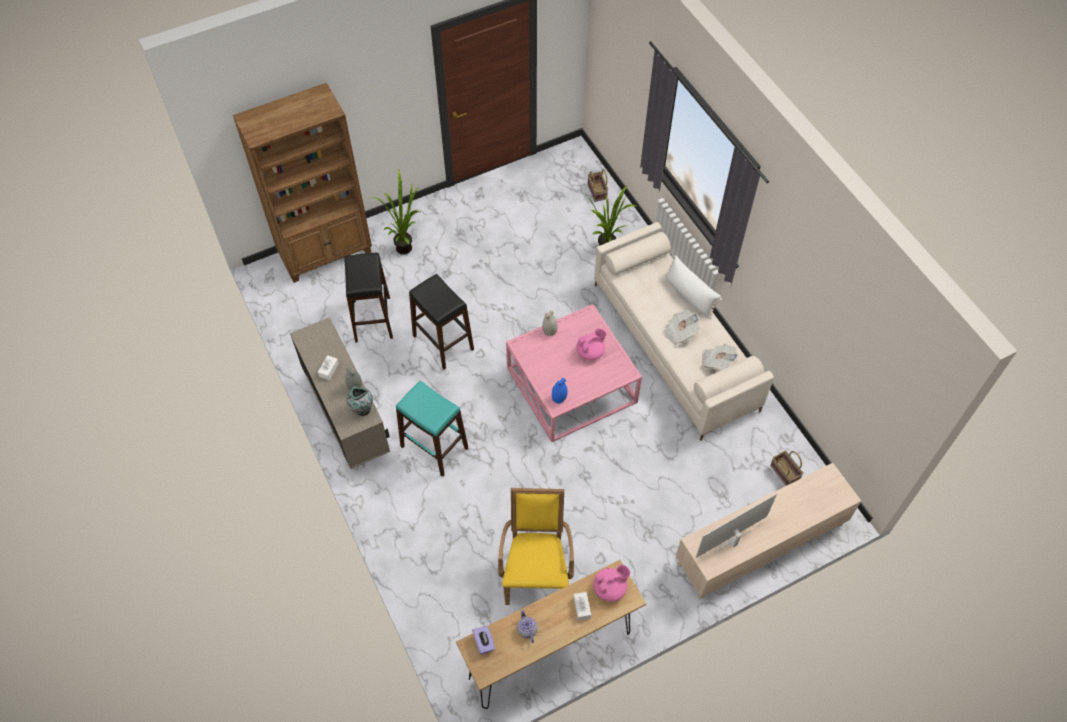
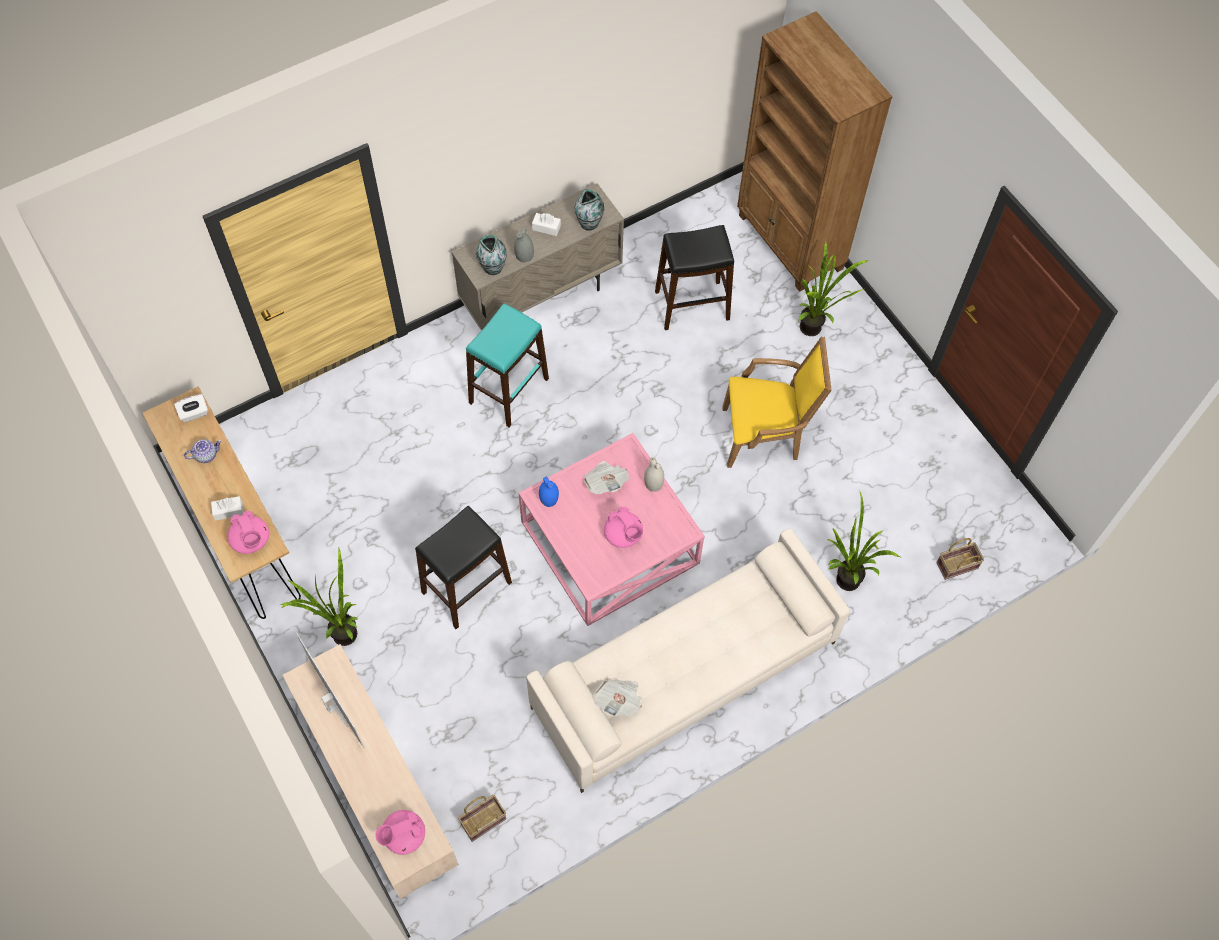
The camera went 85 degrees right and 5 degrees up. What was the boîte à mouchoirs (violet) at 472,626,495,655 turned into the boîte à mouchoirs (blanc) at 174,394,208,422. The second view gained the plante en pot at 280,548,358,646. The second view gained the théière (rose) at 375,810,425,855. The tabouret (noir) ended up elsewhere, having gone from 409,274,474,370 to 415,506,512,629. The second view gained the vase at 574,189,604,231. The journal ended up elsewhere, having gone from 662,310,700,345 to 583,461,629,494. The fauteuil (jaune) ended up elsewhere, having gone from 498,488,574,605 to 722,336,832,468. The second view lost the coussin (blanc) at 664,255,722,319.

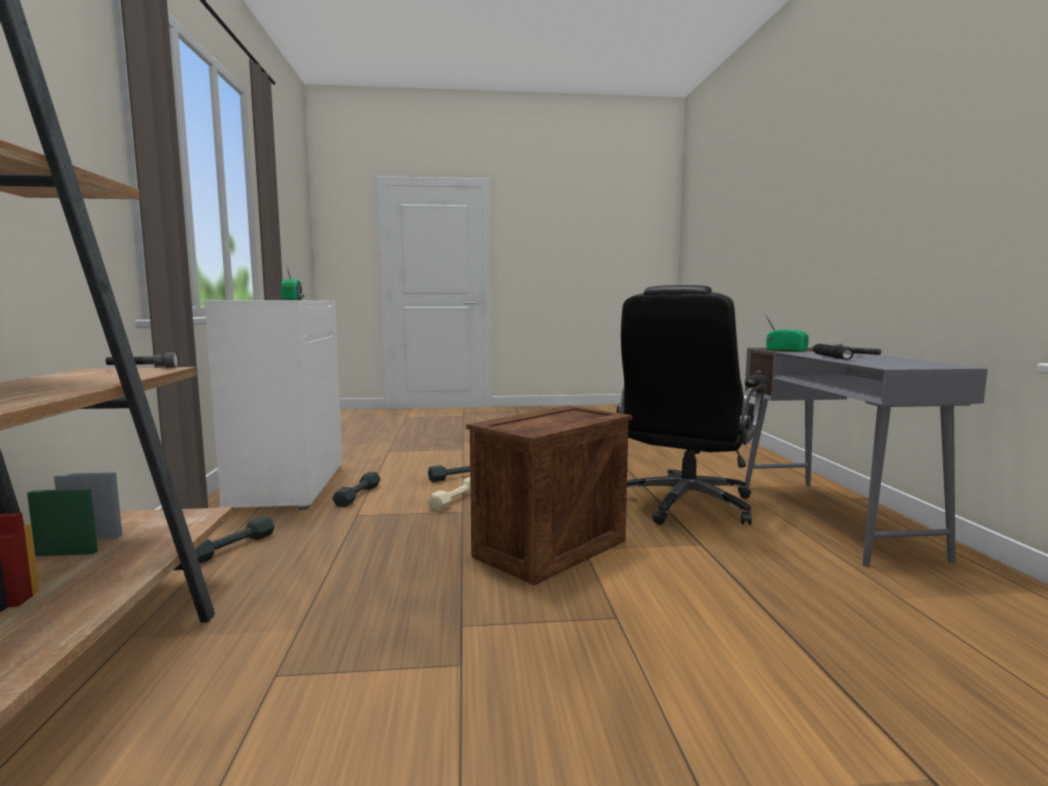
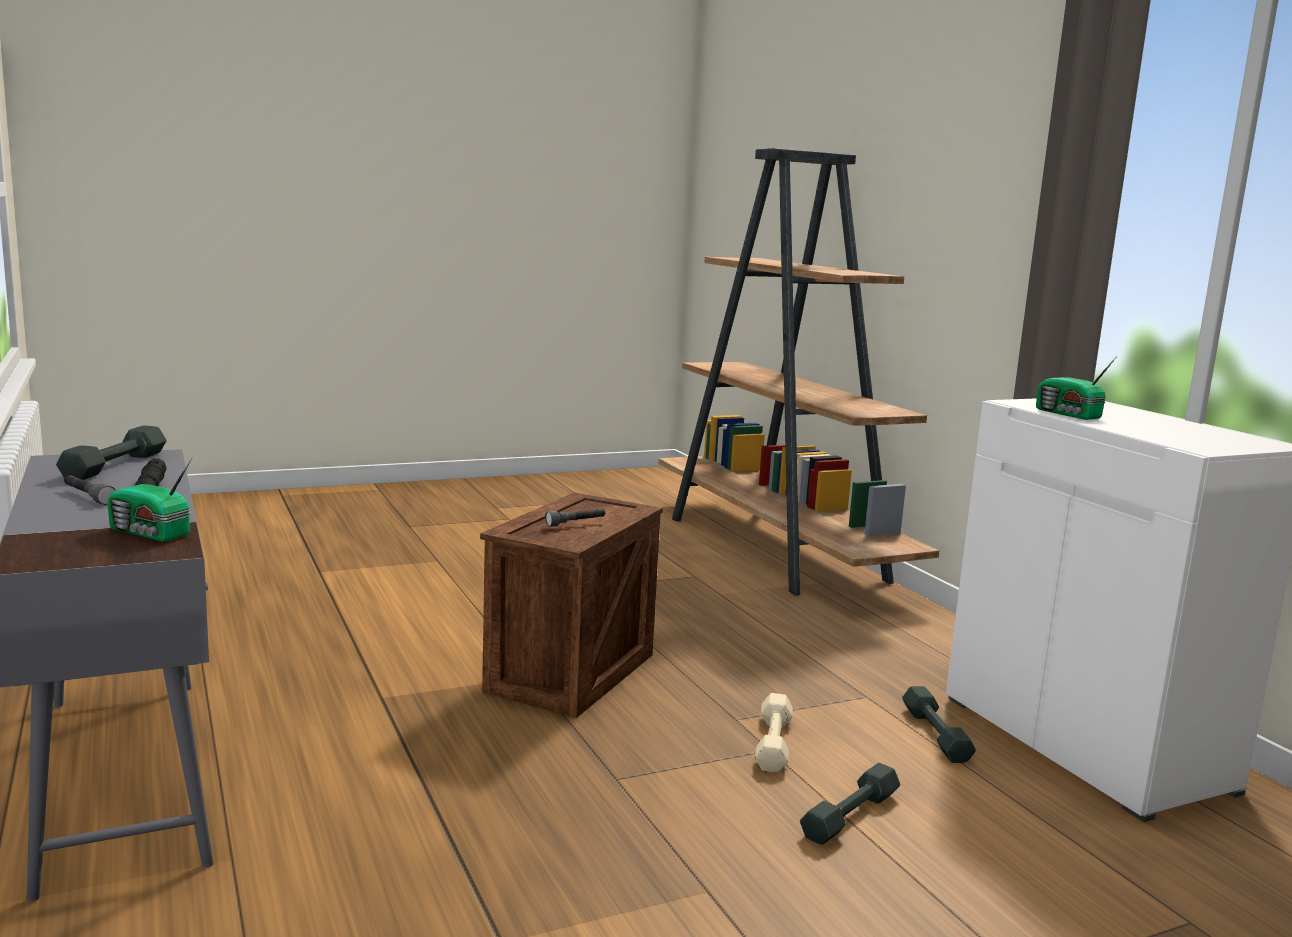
The camera went 160 degrees right and 5 degrees up. The haltère (gris) ended up elsewhere, having gone from 195,516,275,564 to 56,426,167,480. The lampe de poche (gris) ended up elsewhere, having gone from 106,352,179,368 to 545,509,605,526. The second view lost the chaise de bureau (noir) at 617,285,769,525.

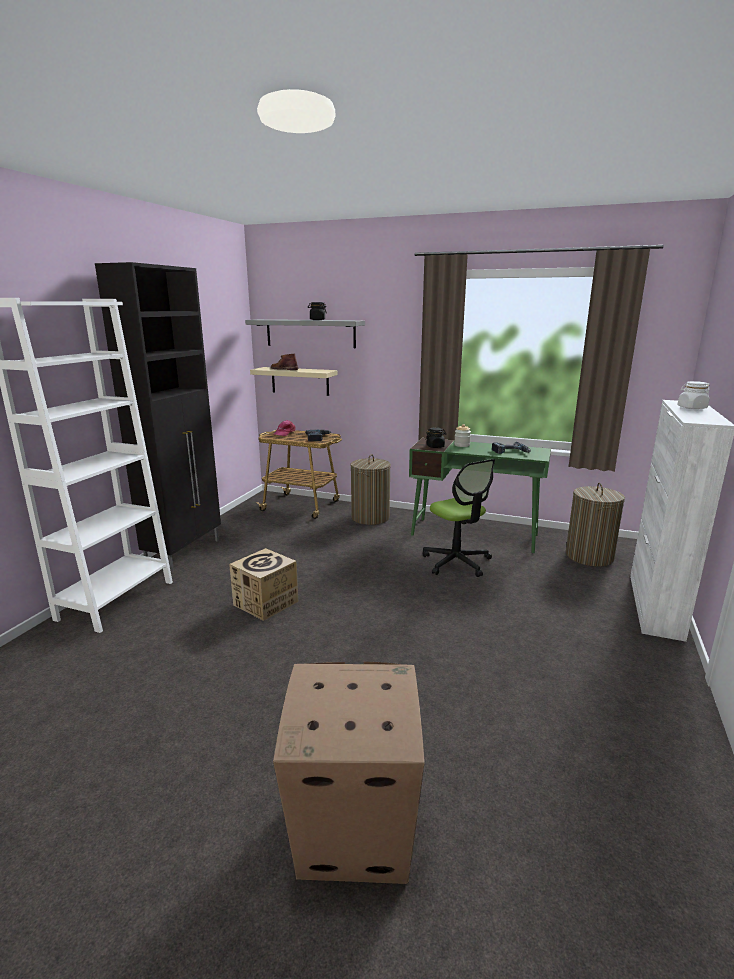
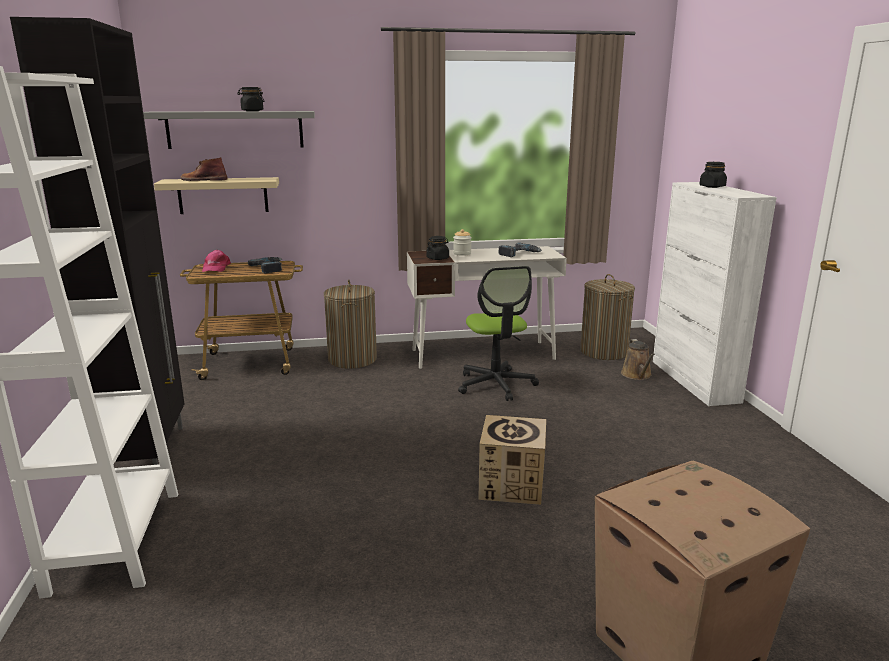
The camera went 30 degrees left and 0 degrees up. What was the bureau (vert) at 409,438,551,553 turned into the bureau (blanc) at 407,246,567,369. The chaise de bureau at 422,459,495,577 ended up facing another way, 45 degrees clockwise from before. The carton ended up elsewhere, having gone from 229,548,298,621 to 478,415,546,505. The second view gained the arrosoir (marron) at 621,339,655,380. What was the bocal (blanc) at 677,381,710,409 turned into the bocal (noir) at 699,162,727,188.

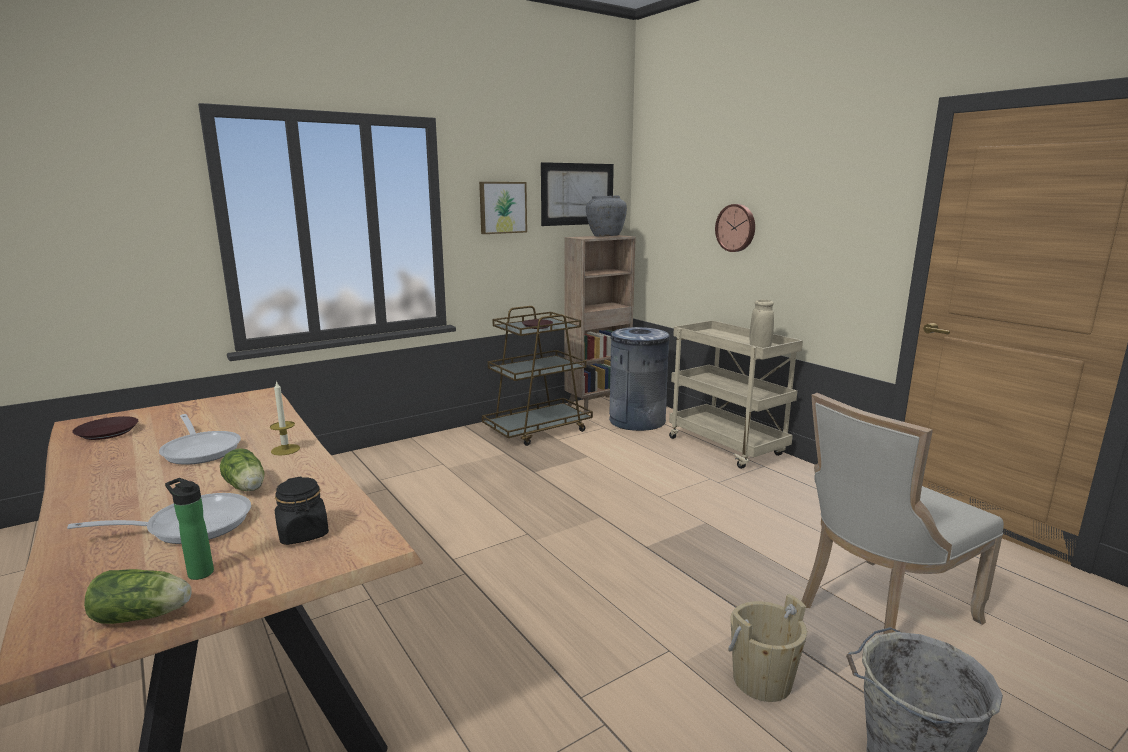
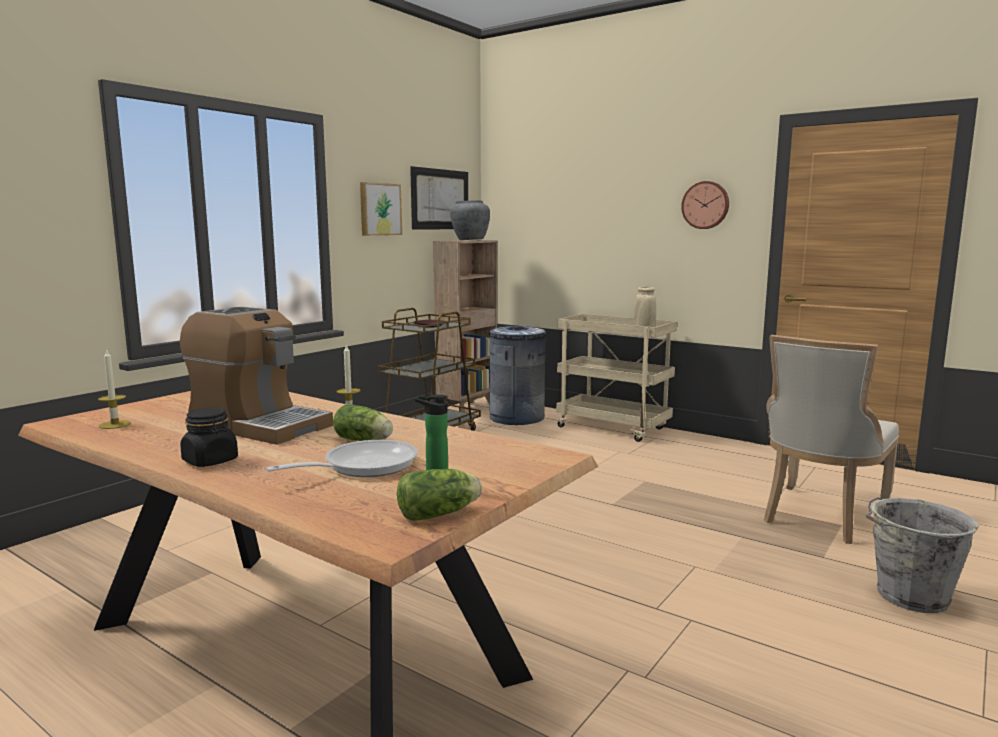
The camera went 20 degrees left and 5 degrees down. Where the assiette (marron) stood at 72,416,138,440, the bougie came to stand at 98,348,131,429. Where the poêle stood at 159,414,241,465, the machine à café came to stand at 180,307,333,445. The bocal (noir) ended up elsewhere, having gone from 275,476,329,545 to 180,408,238,467. The horloge murale ended up elsewhere, having gone from 715,204,755,252 to 681,181,729,229. The second view lost the seau (beige) at 728,594,807,702.

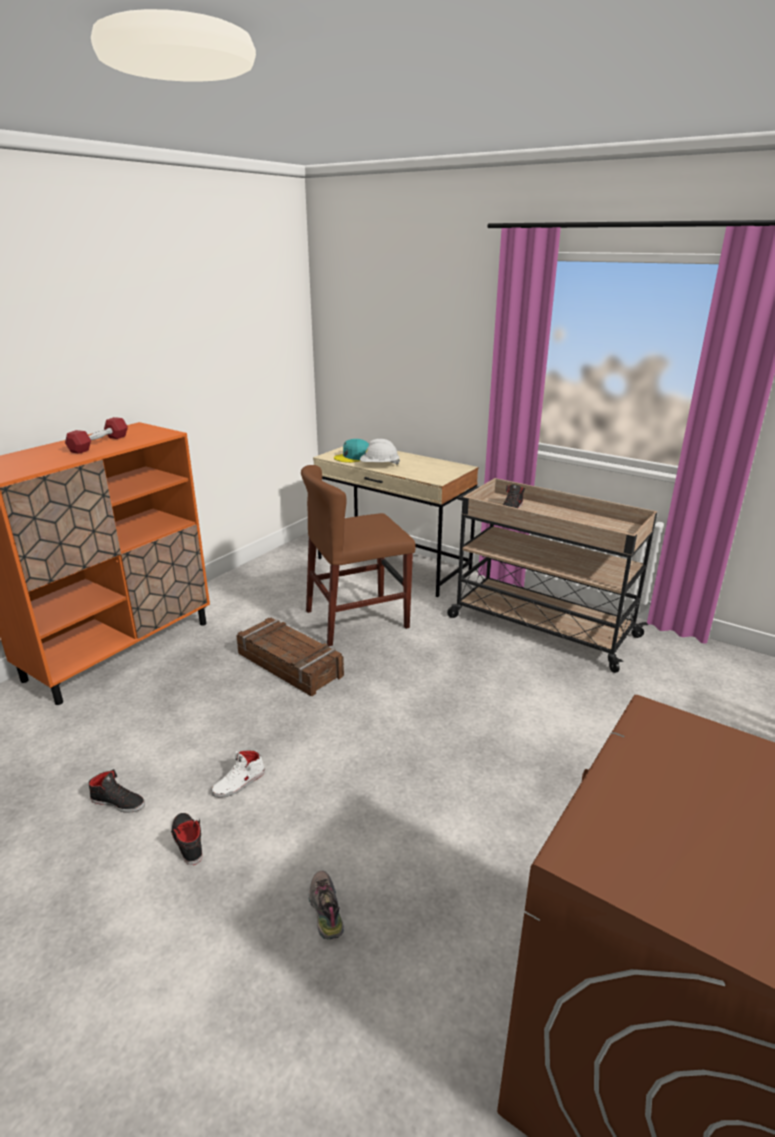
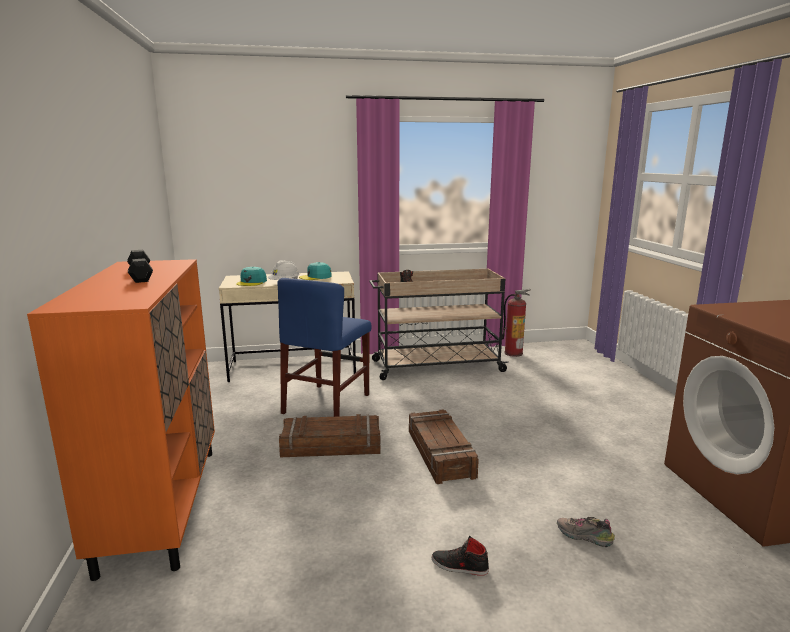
The camera went 45 degrees left and 10 degrees down. What was the haltère (rouge) at 65,417,128,454 turned into the haltère (noir) at 127,250,153,283. What was the chaise (marron) at 301,465,416,646 turned into the chaise (bleu) at 278,278,372,417. The second view gained the casquette (turquoise) at 299,262,332,280. The second view gained the caisse at 409,409,479,484. The second view gained the extincteur at 502,289,531,357. The second view lost the chaussure (noir) at 89,769,145,813. The second view lost the chaussure (blanc) at 211,751,265,797.

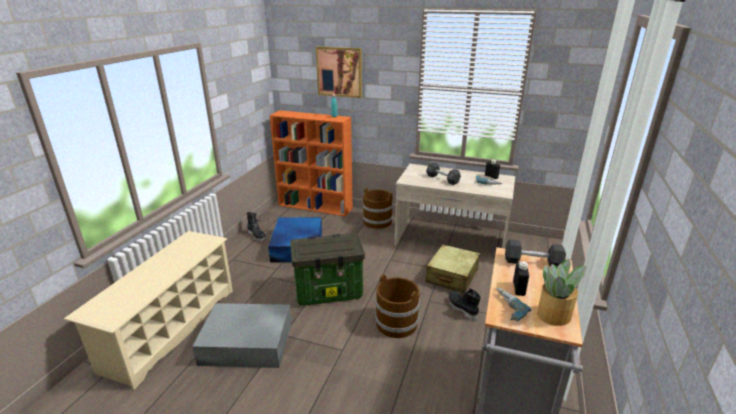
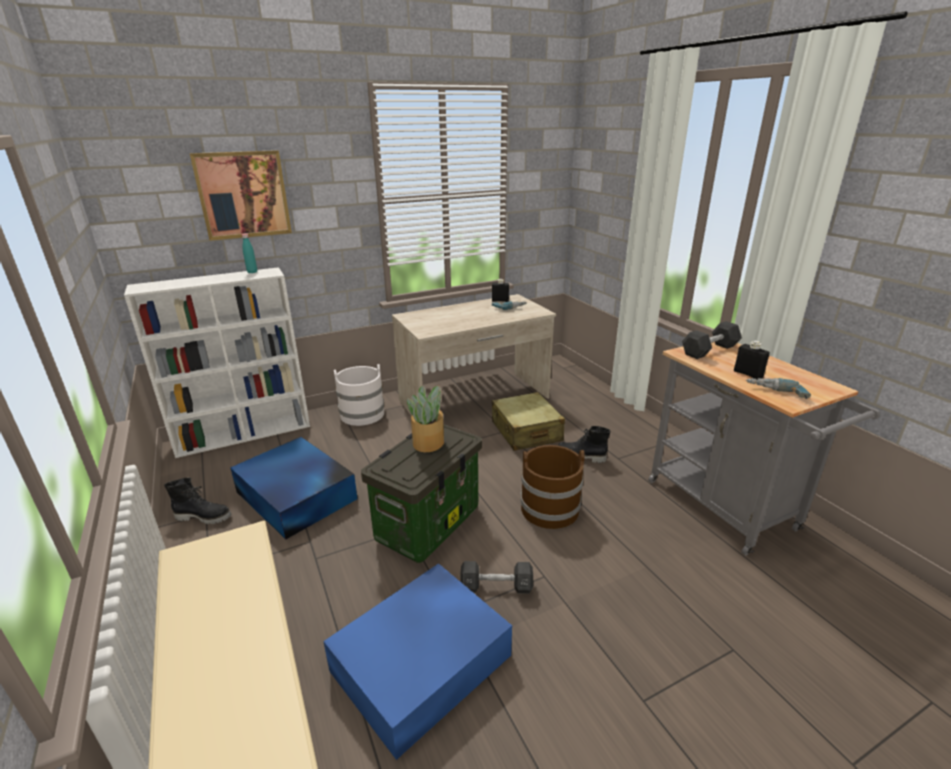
The camera went 45 degrees left and 0 degrees up. What was the bibliothèque (orange) at 270,110,353,217 turned into the bibliothèque (blanc) at 124,267,310,458. What was the boîte de rangement (gris) at 192,303,292,368 turned into the boîte de rangement (bleu) at 323,563,512,760. What was the seau (marron) at 363,187,393,229 turned into the seau (blanc) at 334,364,384,426. The plante en pot ended up elsewhere, having gone from 537,259,586,326 to 407,385,444,452. The haltère (noir) ended up elsewhere, having gone from 426,162,461,185 to 460,561,533,594.

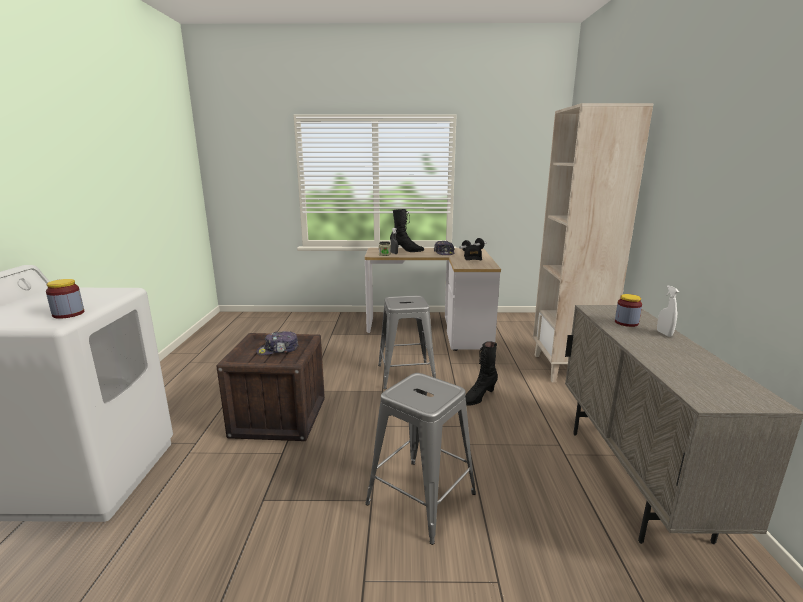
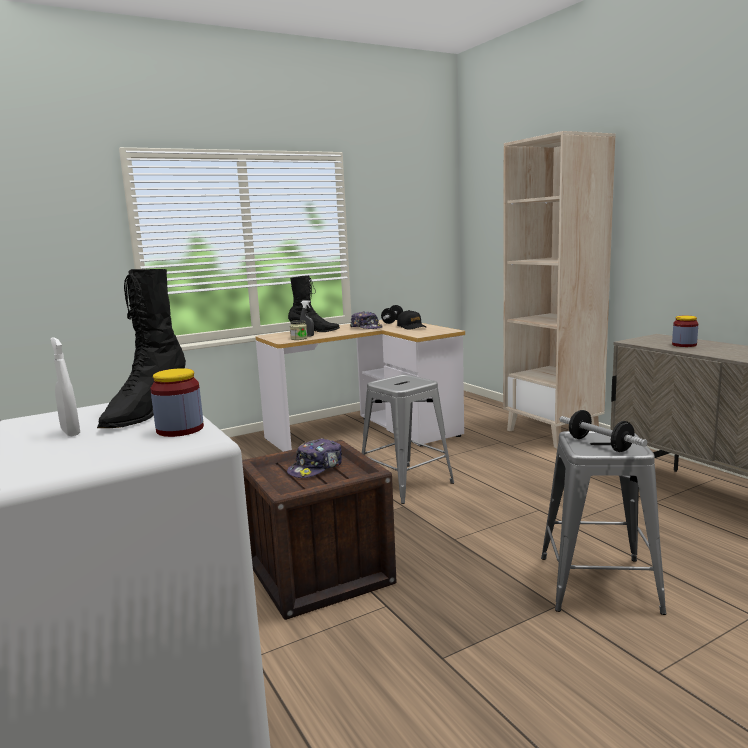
The camera went 30 degrees left and 5 degrees down. The vaporisateur (blanc) ended up elsewhere, having gone from 657,285,679,337 to 50,337,80,436. The botte (noir) ended up elsewhere, having gone from 465,341,498,406 to 97,269,186,428. The second view gained the haltère at 560,410,648,452.

